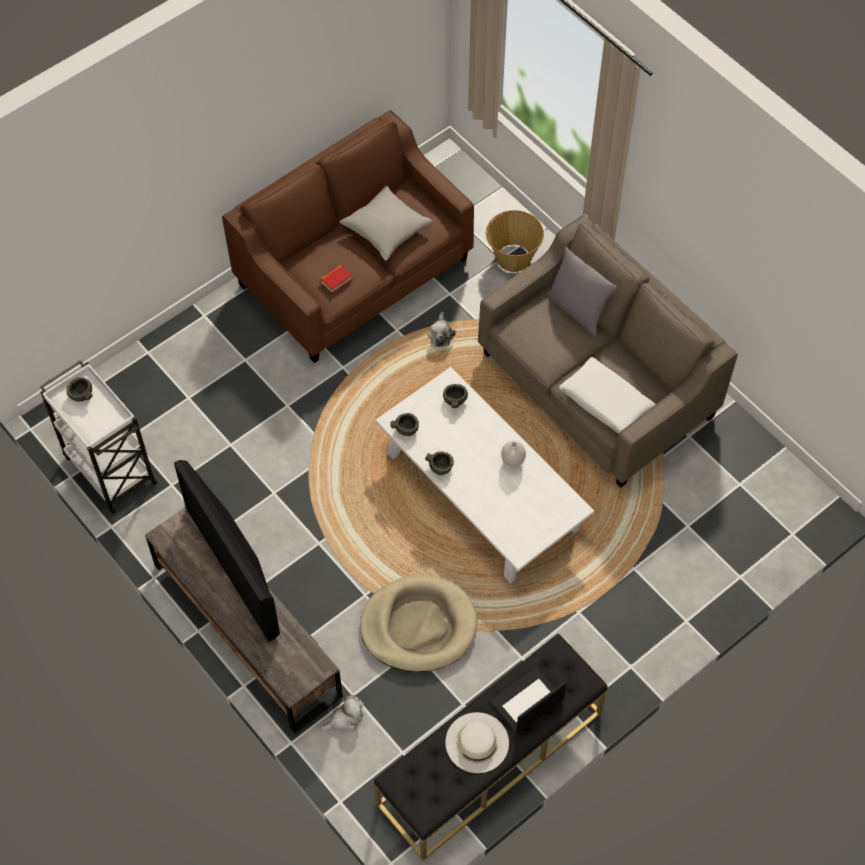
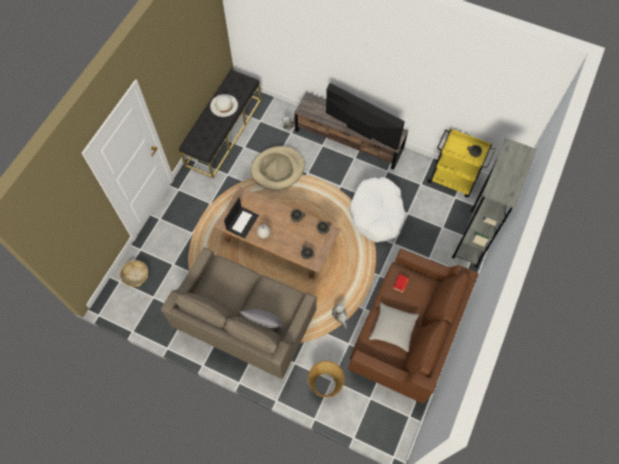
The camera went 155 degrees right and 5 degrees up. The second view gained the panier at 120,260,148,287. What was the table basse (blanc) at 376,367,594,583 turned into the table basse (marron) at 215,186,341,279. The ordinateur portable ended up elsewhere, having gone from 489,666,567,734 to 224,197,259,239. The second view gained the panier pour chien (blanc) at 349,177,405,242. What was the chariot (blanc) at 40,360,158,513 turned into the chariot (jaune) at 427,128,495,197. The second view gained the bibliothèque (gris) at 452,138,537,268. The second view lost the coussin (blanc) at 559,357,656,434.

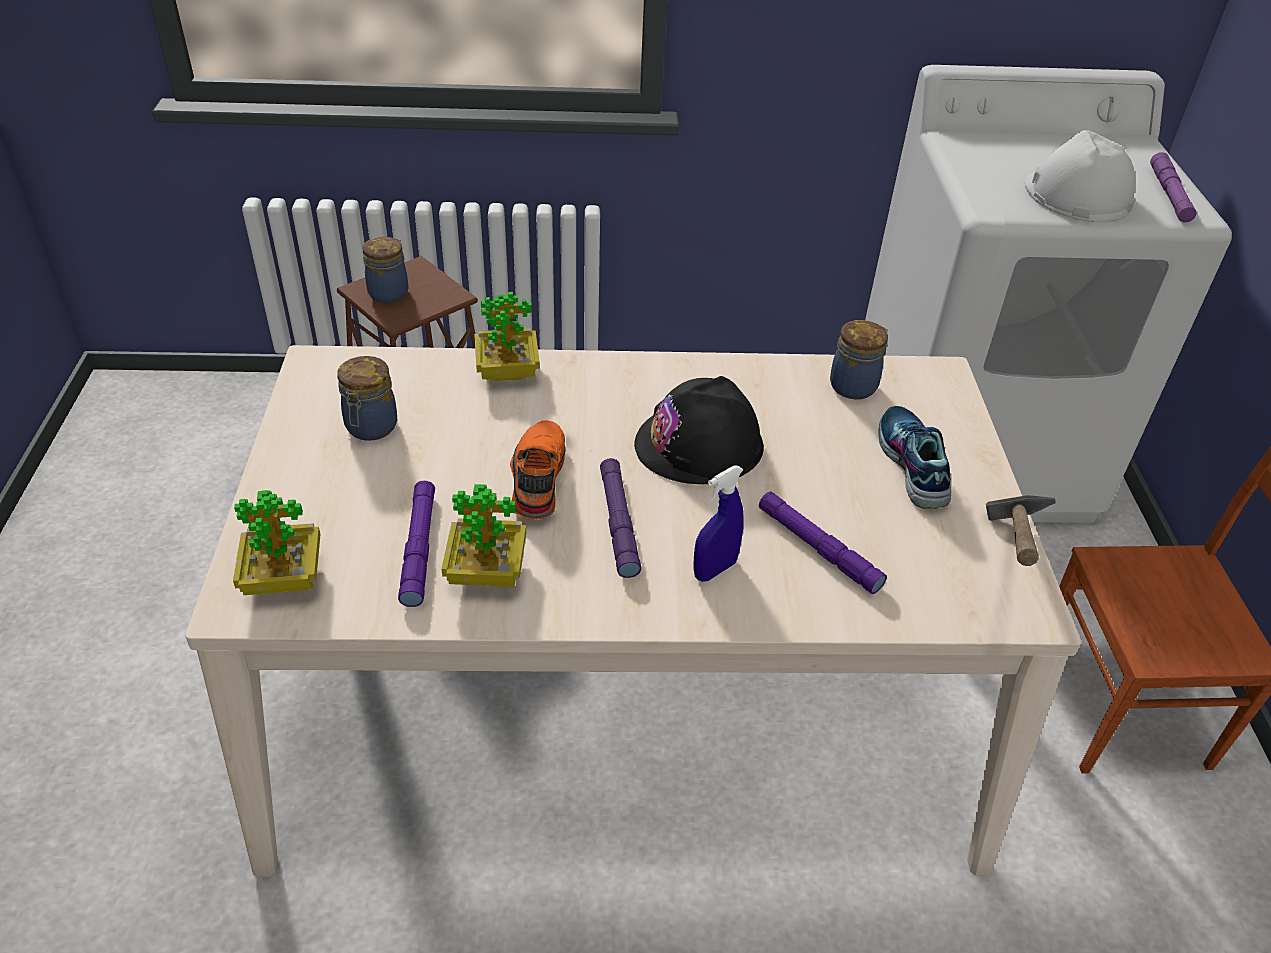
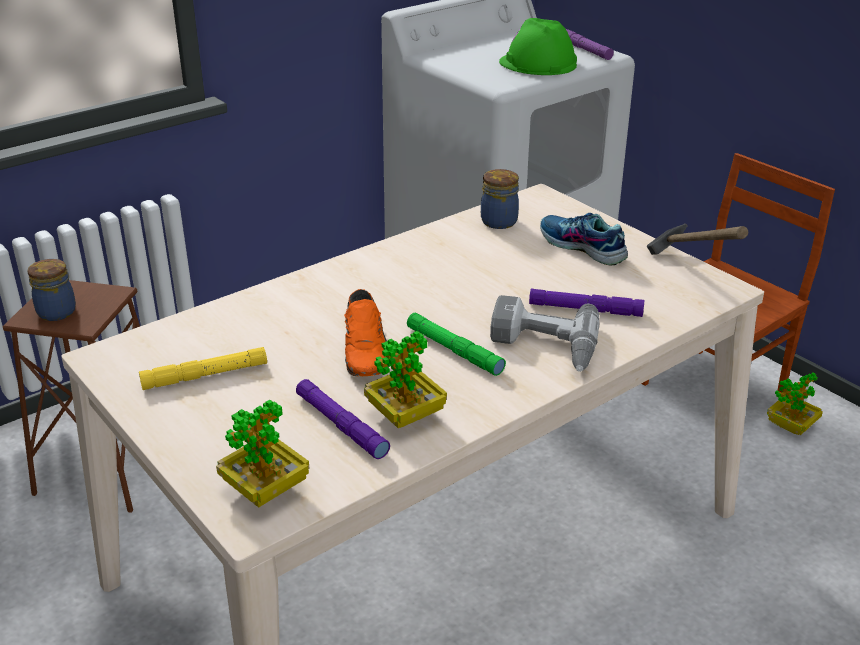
The camera went 35 degrees left and 10 degrees down. Where the bocal stood at 337,356,397,441, the lampe de poche (jaune) came to stand at 139,347,267,390. The chaussure (orange) at 510,420,566,520 ended up facing another way, 150 degrees counterclockwise from before. What was the lampe de poche (violet) at 600,458,641,578 turned into the lampe de poche (vert) at 407,313,506,376. Where the vaporisateur (bleu) stood at 693,465,744,582, the perceuse came to stand at 490,295,600,372. What was the casque de chantier (blanc) at 1025,130,1135,223 turned into the casque de chantier (vert) at 499,18,577,75. The plante en pot ended up elsewhere, having gone from 474,292,540,381 to 767,372,823,435. The second view lost the casque de chantier (noir) at 634,376,764,484.

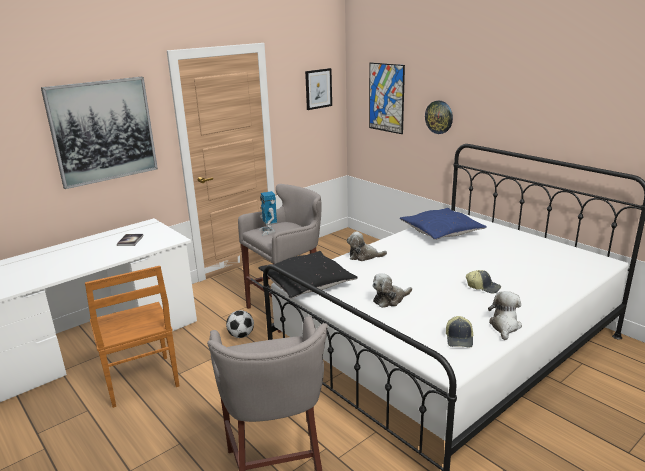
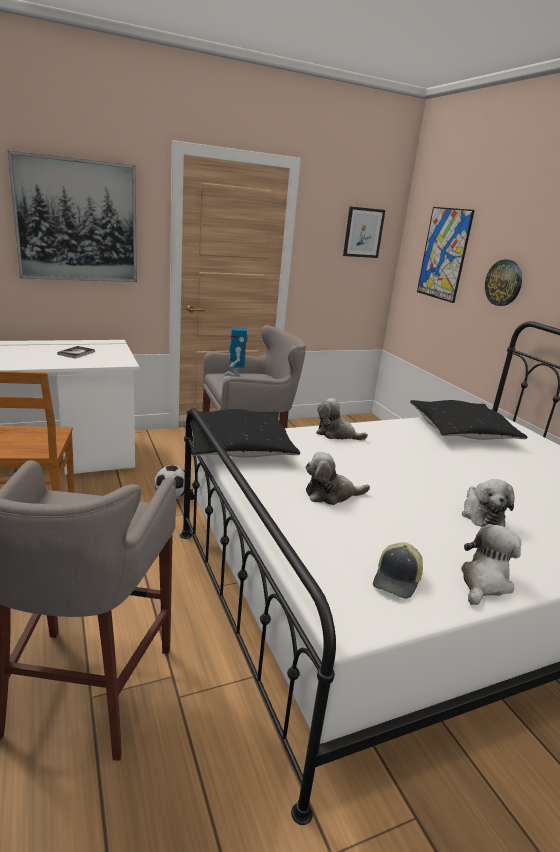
The camera went 15 degrees right and 0 degrees up. What was the coussin (bleu) at 400,208,487,240 turned into the coussin (noir) at 410,400,527,440. Where the casquette stood at 466,270,501,293, the peluche came to stand at 462,479,515,527.

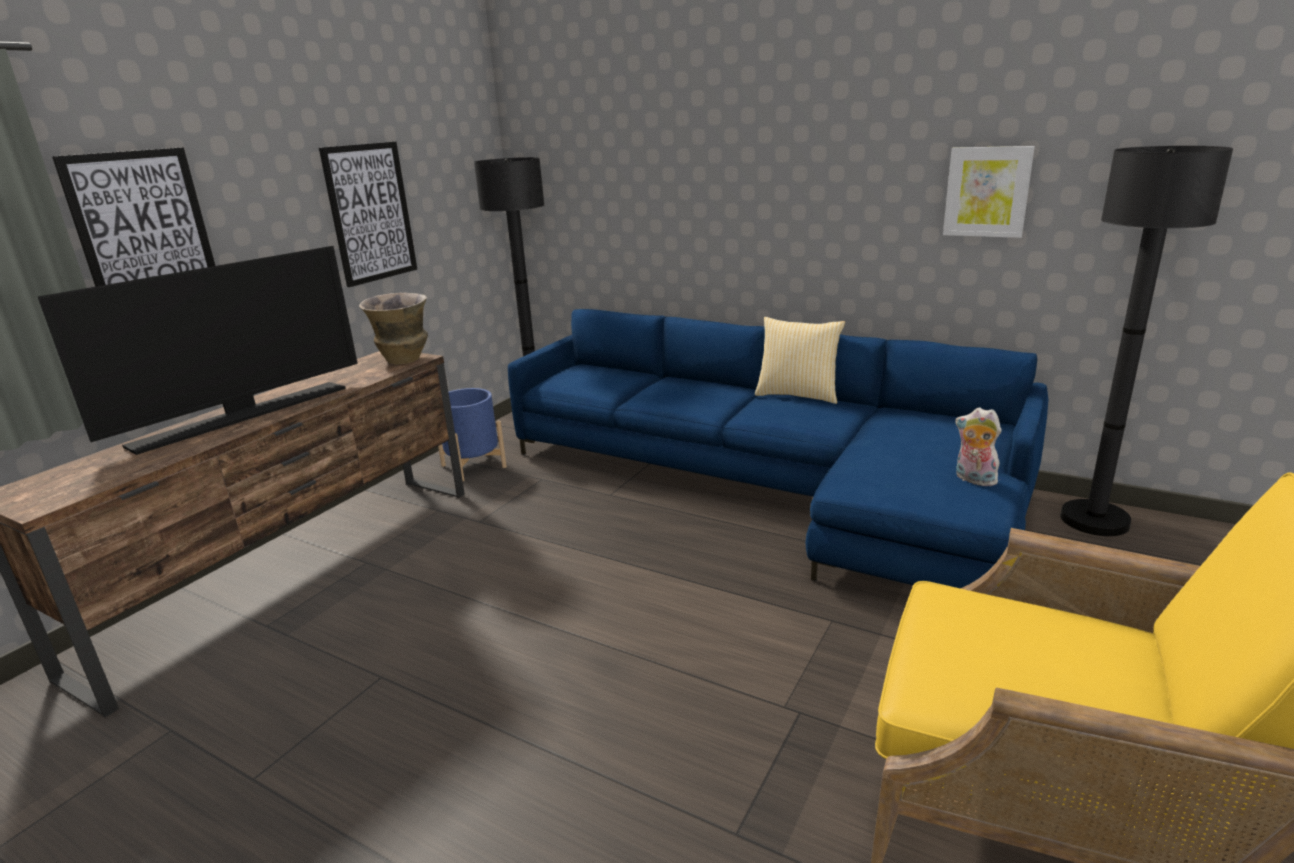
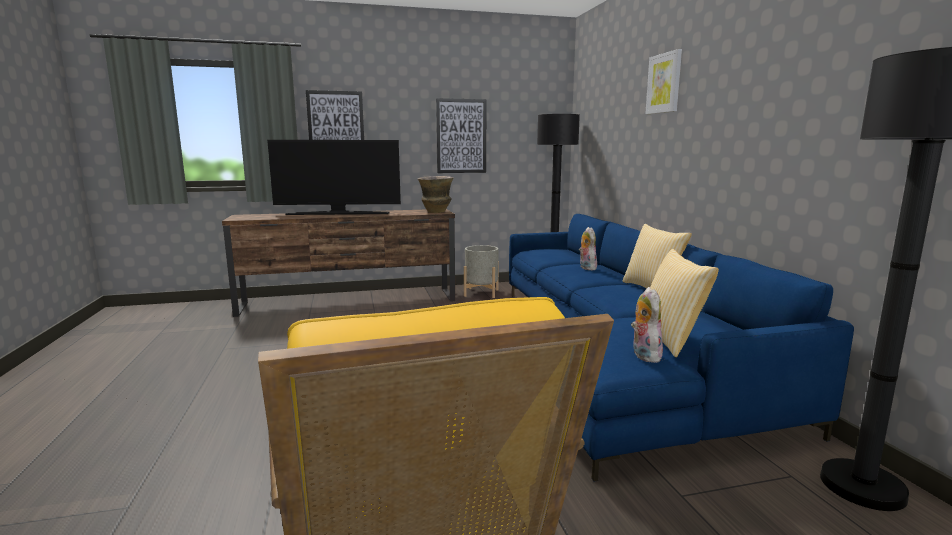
The camera went 45 degrees right and 10 degrees down. What was the cache-pot (bleu) at 438,388,507,481 turned into the cache-pot (gris) at 464,245,499,298. The second view gained the peluche at 579,227,597,270. The tableau ended up elsewhere, having gone from 943,146,1035,238 to 645,49,682,114. The second view gained the coussin at 650,249,719,357.

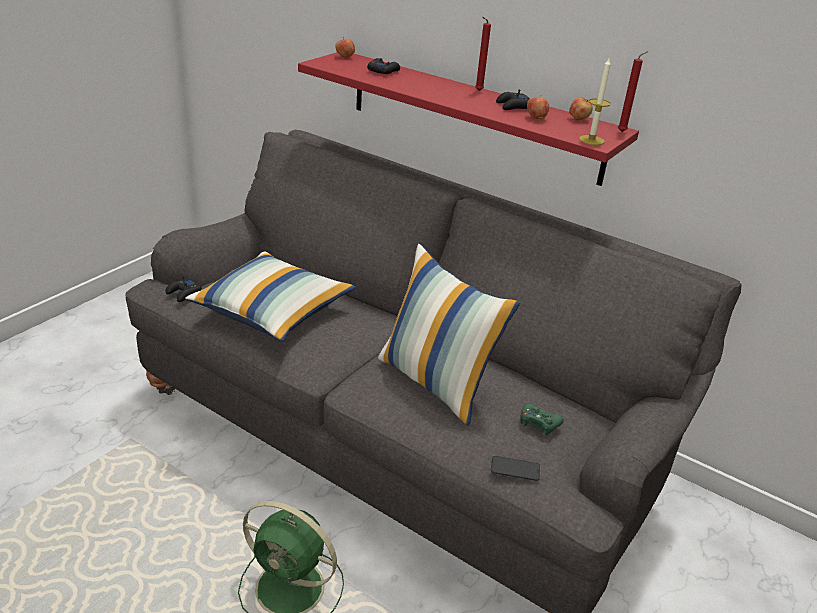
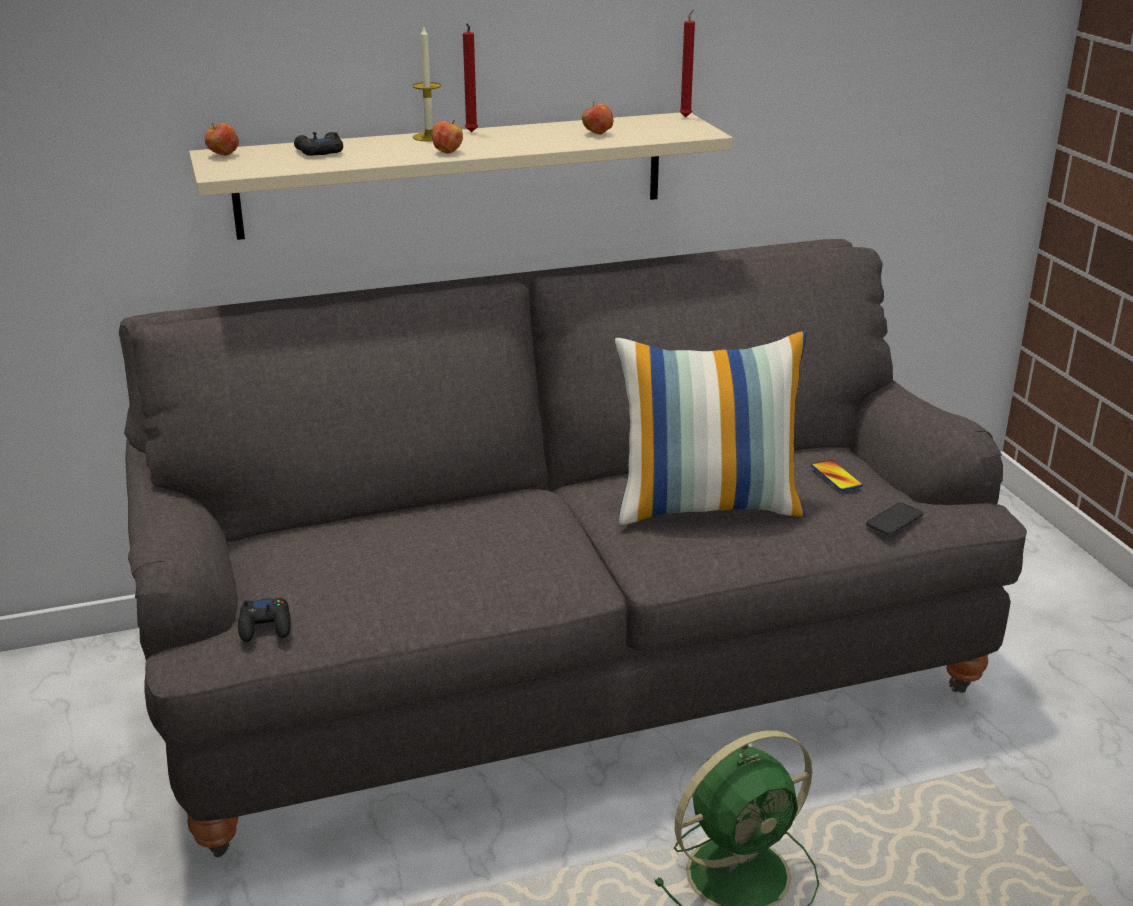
The camera went 50 degrees left and 5 degrees down. What was the étagère (rouge) at 298,52,639,186 turned into the étagère (beige) at 189,112,732,240. The bougie ended up elsewhere, having gone from 579,58,611,145 to 412,27,441,142. The pomme ended up elsewhere, having gone from 569,97,593,120 to 432,120,463,154. Where the manette (vert) stood at 520,403,564,436, the téléphone came to stand at 811,460,863,491. The second view lost the coussin at 185,251,356,341. The second view lost the manette (noir) at 496,90,530,110.

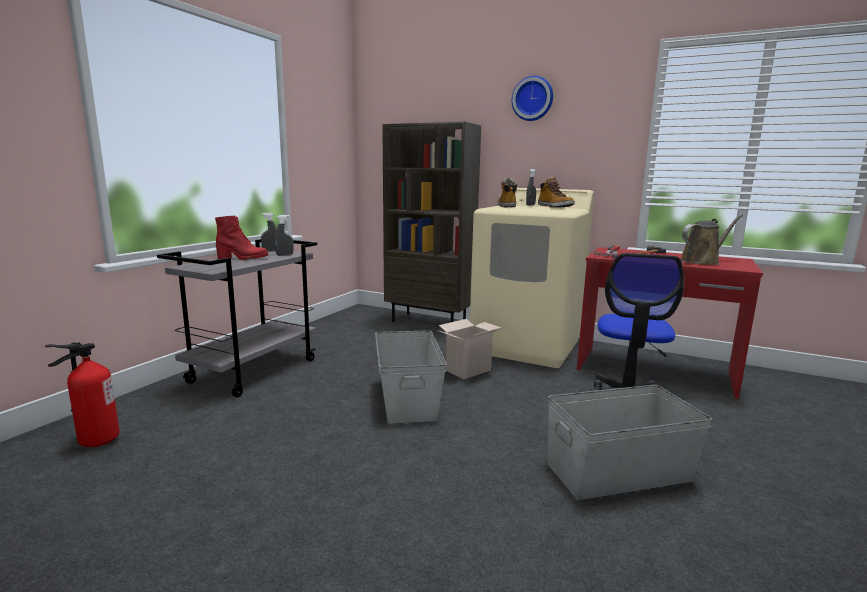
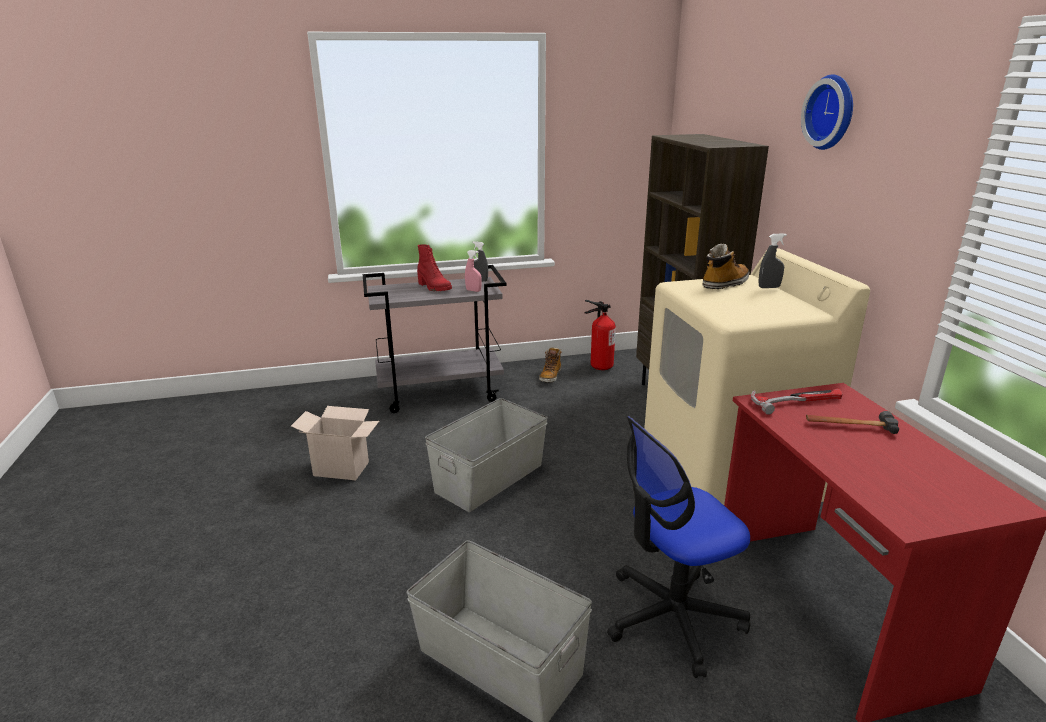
The camera went 50 degrees right and 10 degrees up. The carton ended up elsewhere, having gone from 437,319,501,379 to 291,406,379,480. What was the vaporisateur (gris) at 275,215,293,256 turned into the vaporisateur (rose) at 465,250,482,292. The botte ended up elsewhere, having gone from 538,177,575,208 to 539,347,562,383. The extincteur ended up elsewhere, having gone from 45,342,120,447 to 584,300,616,370. The second view lost the arrosoir (marron) at 680,214,743,265.

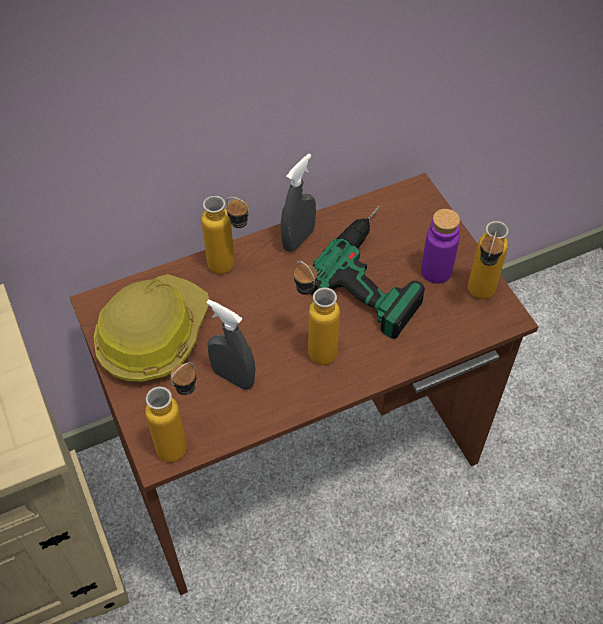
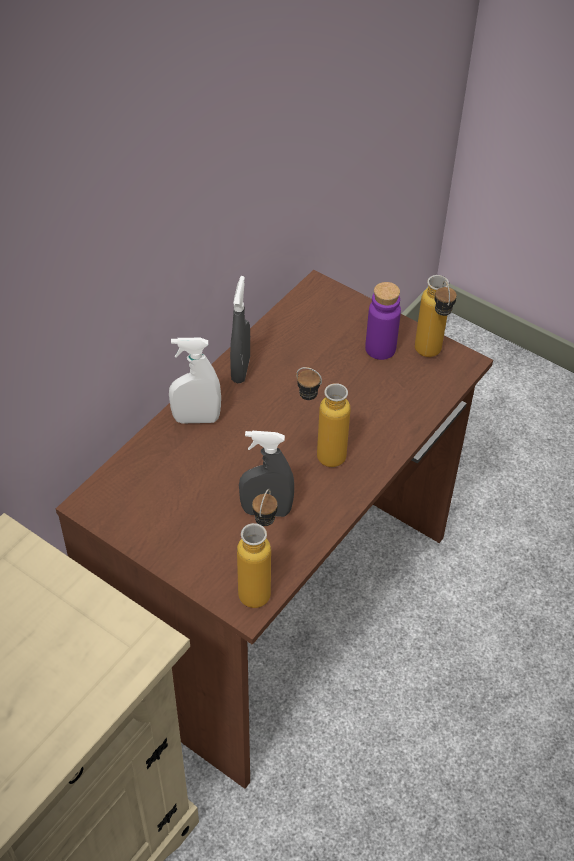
The camera went 30 degrees left and 5 degrees down. Where the bouteille stood at 201,196,249,274, the vaporisateur (blanc) came to stand at 169,338,221,424. The second view lost the casque de chantier at 94,274,209,382. The second view lost the perceuse at 310,206,425,339.

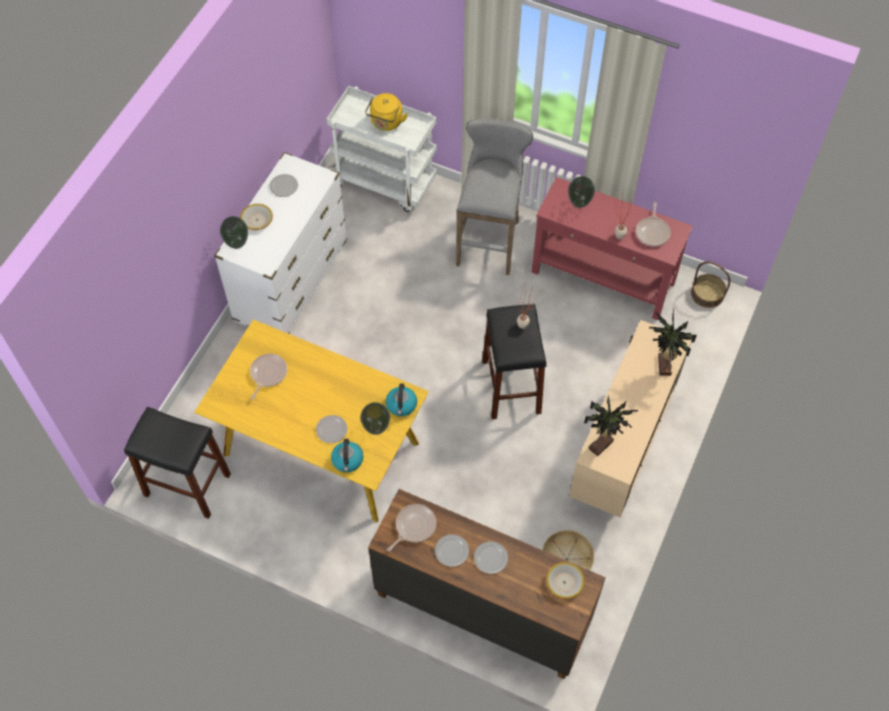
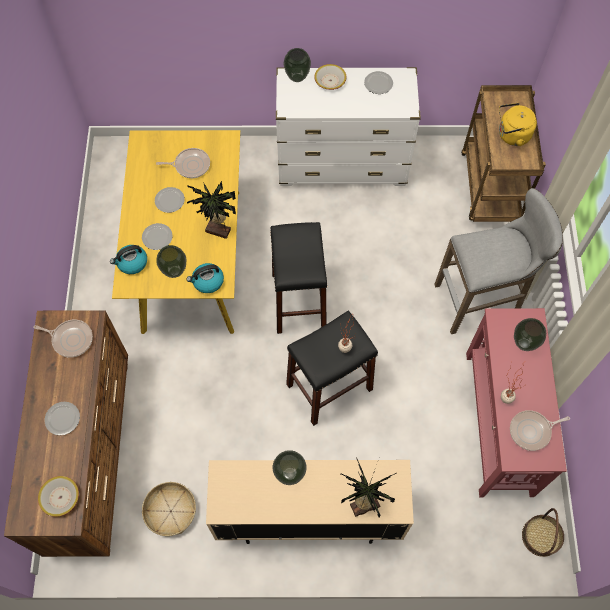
The camera went 65 degrees right and 5 degrees up. The assiette ended up elsewhere, having gone from 435,534,469,567 to 155,187,185,213. The plante en pot ended up elsewhere, having gone from 584,395,638,456 to 187,181,236,239. The tabouret (noir) ended up elsewhere, having gone from 124,407,231,519 to 270,222,328,334. The second view gained the vase at 273,450,307,485. What was the chariot (blanc) at 326,86,437,212 turned into the chariot (marron) at 461,85,546,222.

